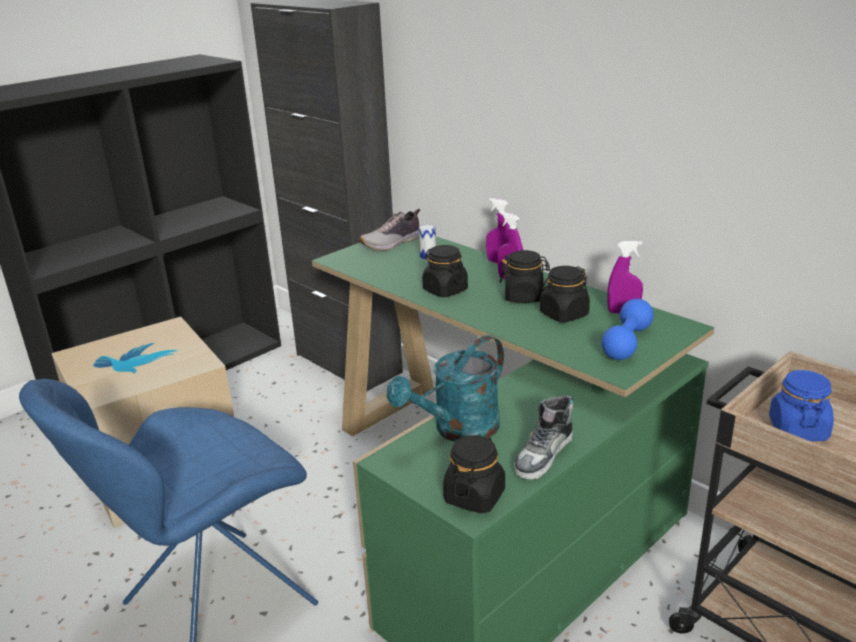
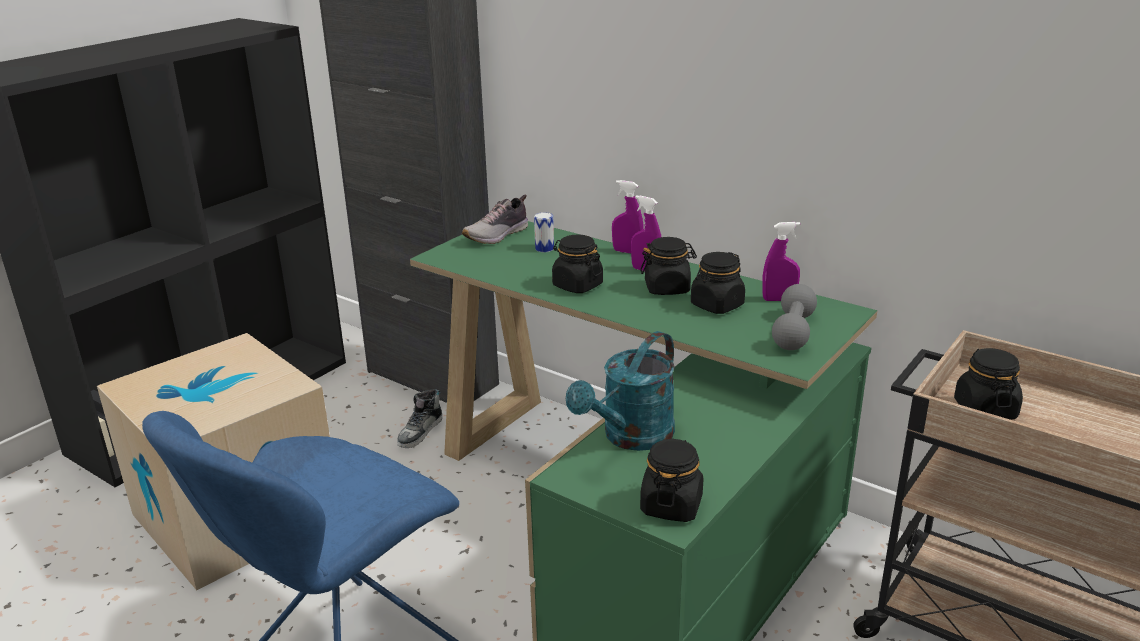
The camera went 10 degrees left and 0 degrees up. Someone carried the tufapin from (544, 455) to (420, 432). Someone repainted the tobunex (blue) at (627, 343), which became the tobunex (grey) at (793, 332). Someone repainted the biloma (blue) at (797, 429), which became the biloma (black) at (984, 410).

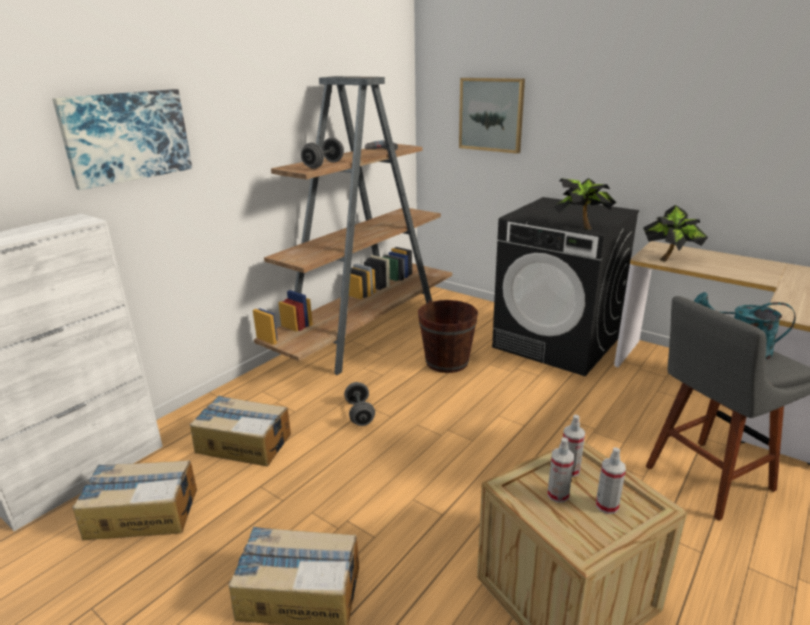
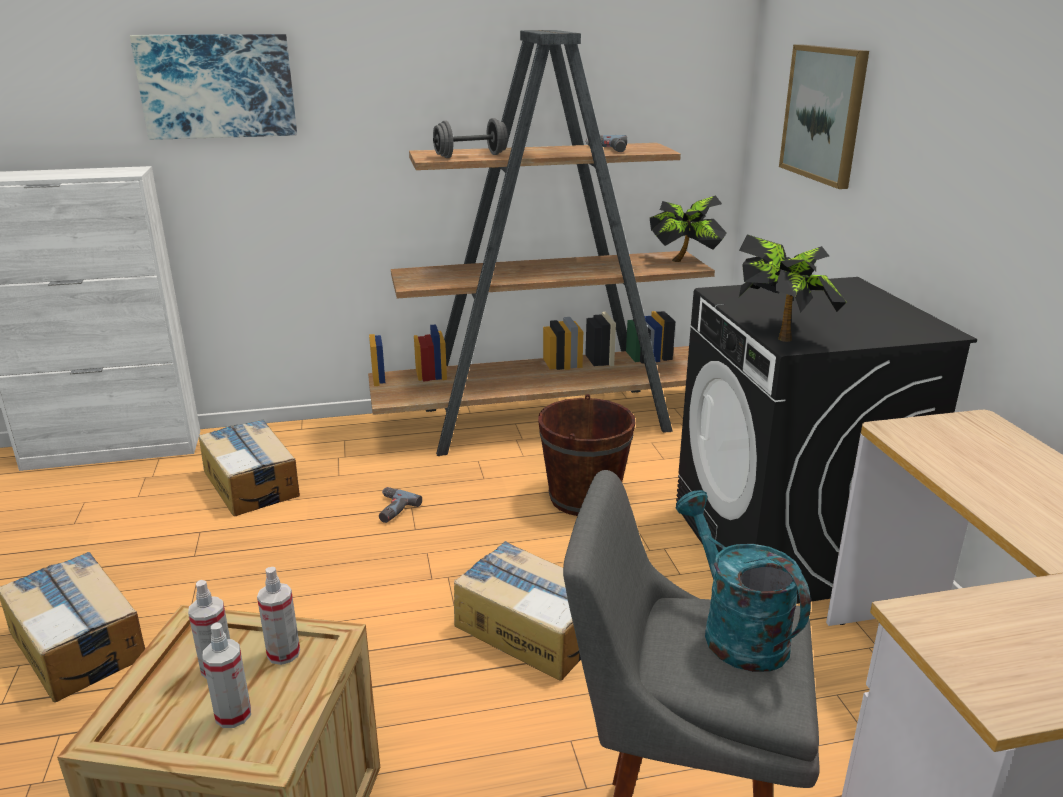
The camera went 40 degrees right and 0 degrees up. Someone swapped the tobunex (grey) at (360, 413) for the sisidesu at (391, 509). Someone carried the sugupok from (142, 512) to (530, 628). Someone carried the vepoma from (669, 259) to (685, 262).

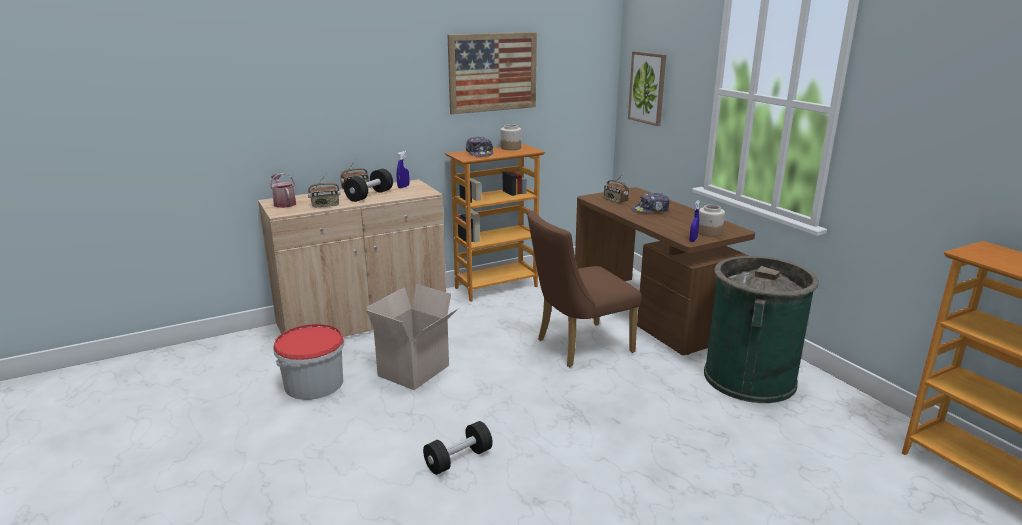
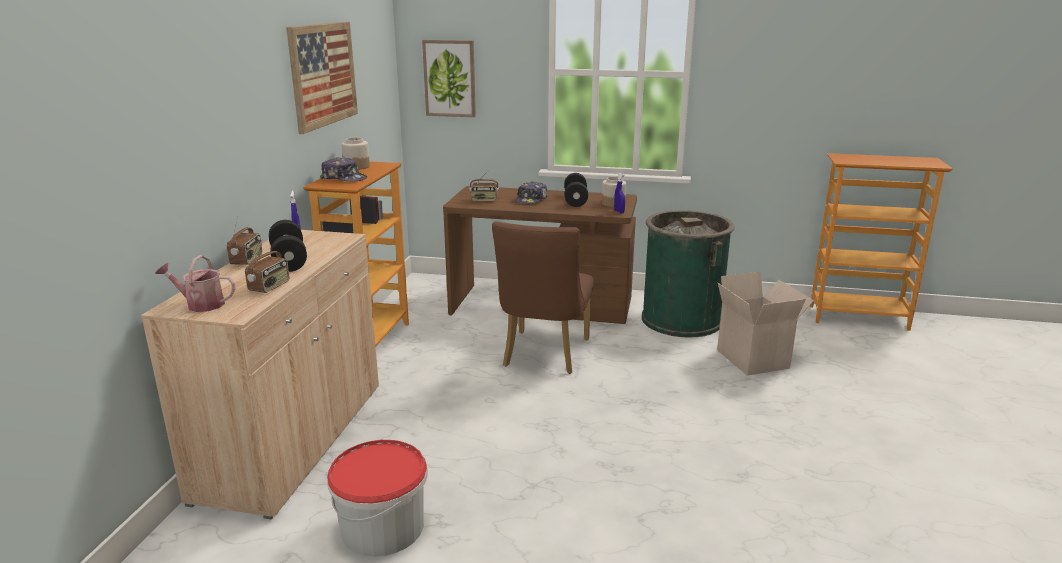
The camera went 50 degrees left and 0 degrees up. Someone carried the tobunex (black) from (458, 459) to (575, 200). Someone carried the sugupok from (414, 372) to (755, 359).

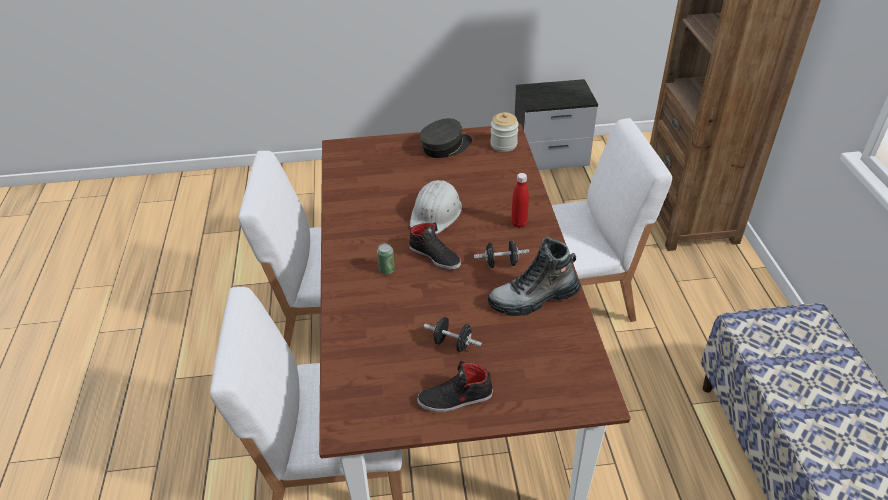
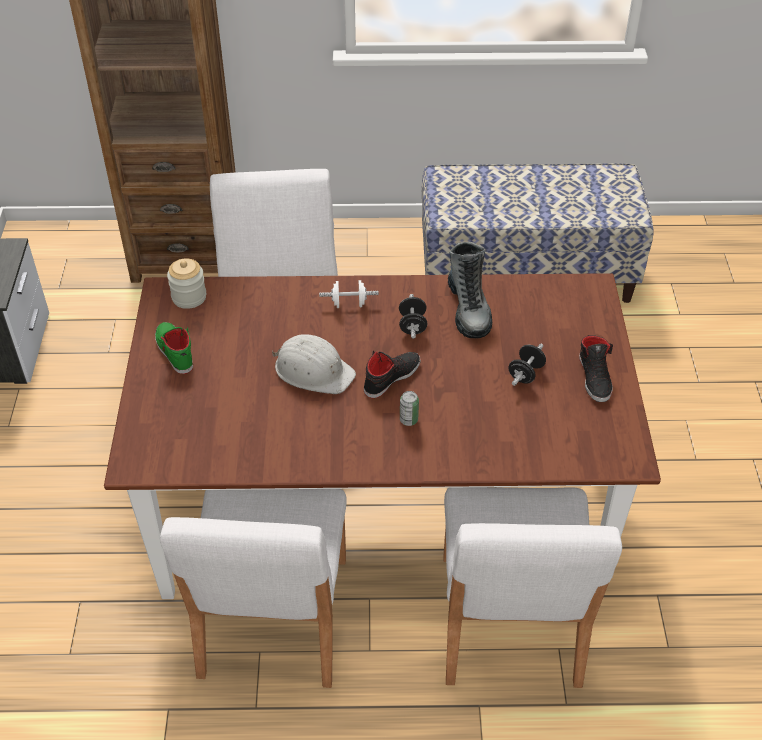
The camera went 85 degrees left and 5 degrees up. Someone swapped the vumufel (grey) at (445, 146) for the tufapin (green) at (174, 351). Someone swapped the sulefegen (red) at (519, 223) for the tobunex (white) at (349, 304).

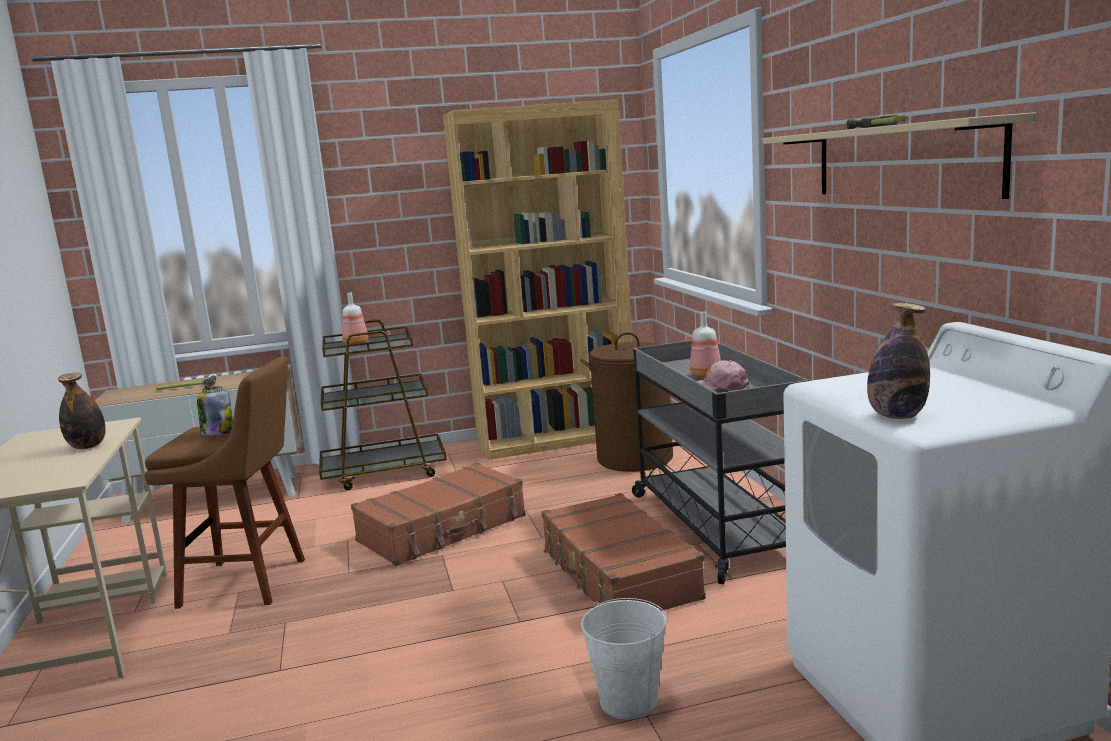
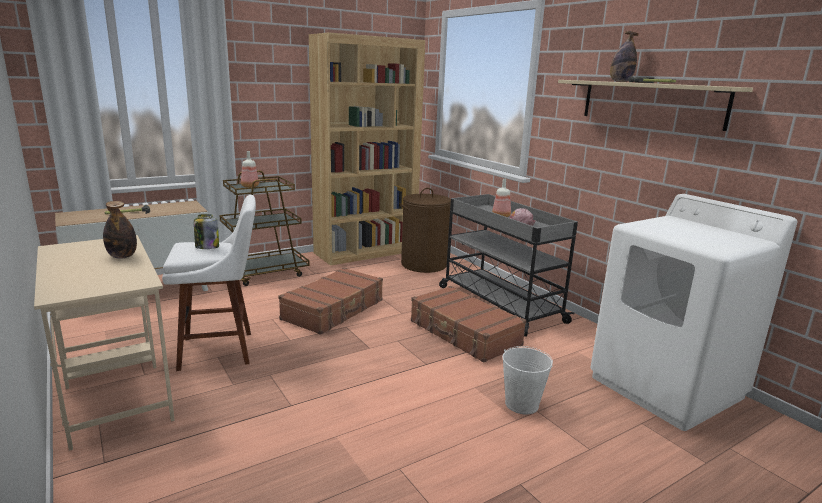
The camera went 20 degrees left and 5 degrees up. Someone repainted the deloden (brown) at (250, 582), which became the deloden (white) at (221, 350). Someone carried the sulefegen from (896, 416) to (620, 81).

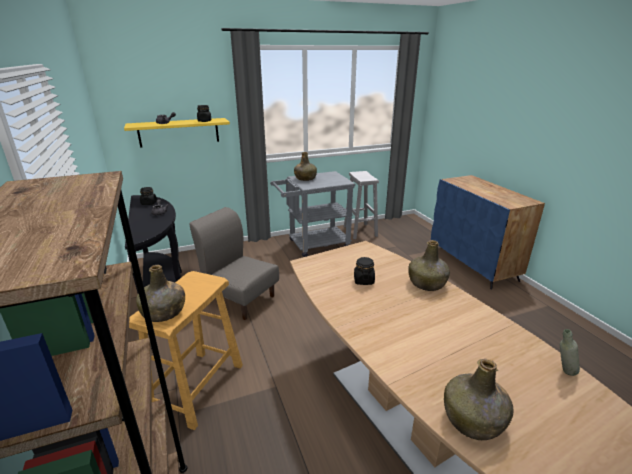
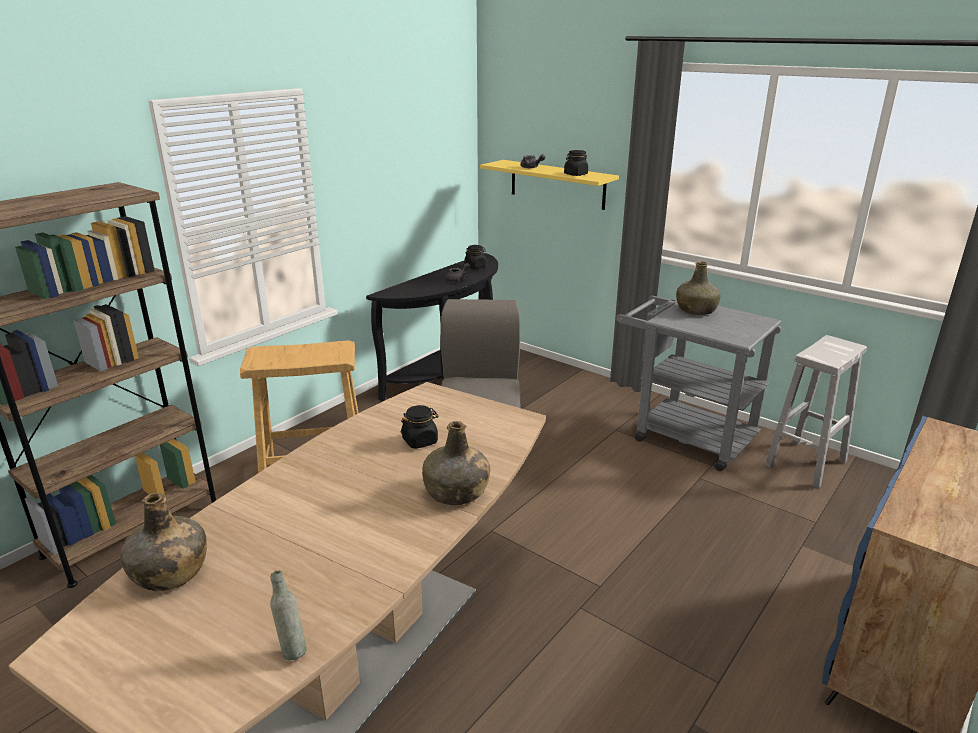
The camera went 60 degrees right and 0 degrees up. Someone took away the sulefegen (green) at (164, 312).

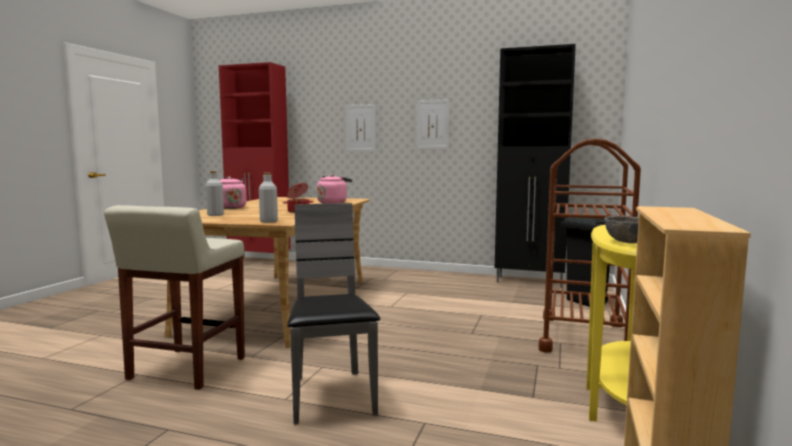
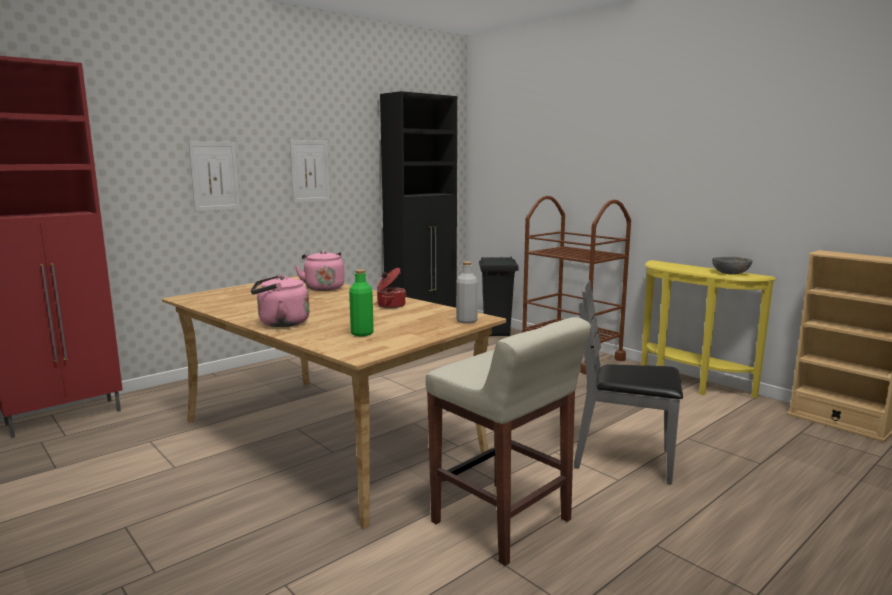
The camera went 60 degrees left and 5 degrees up. Someone repainted the sulefegen (grey) at (215, 215), which became the sulefegen (green) at (362, 333).

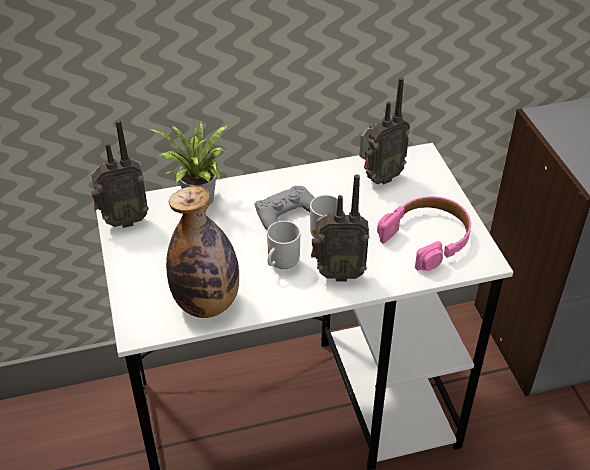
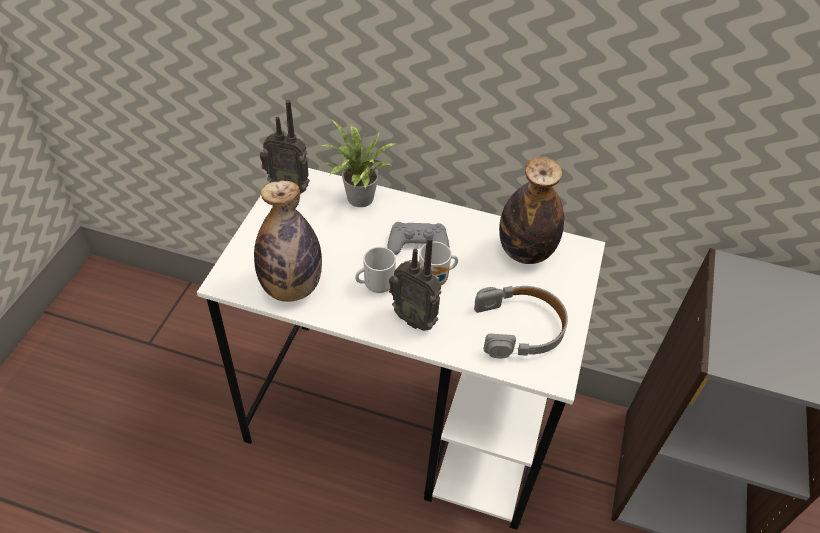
The camera went 30 degrees right and 5 degrees up. Someone repainted the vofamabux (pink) at (427, 238), which became the vofamabux (grey) at (520, 328). Someone swapped the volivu at (379, 178) for the sulefegen at (525, 252).

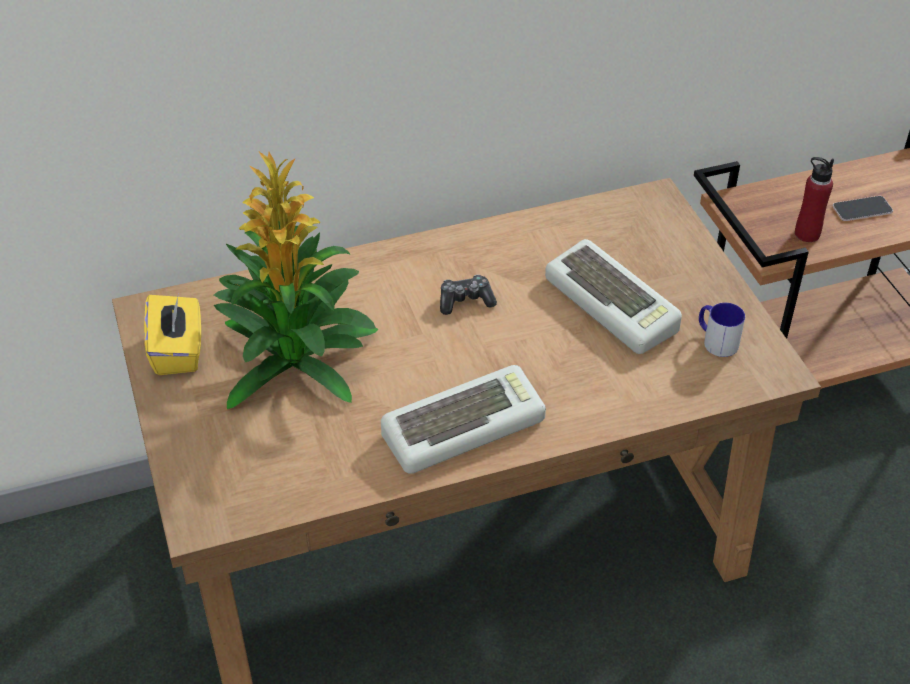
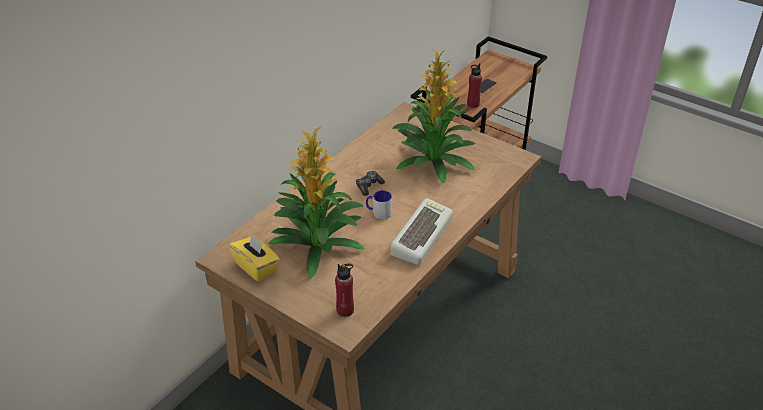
The camera went 35 degrees left and 5 degrees down. Someone put down the sulefegen (red) at (345, 310). Someone carried the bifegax from (715, 340) to (378, 212). Someone swapped the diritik at (614, 304) for the vepoma at (433, 160).

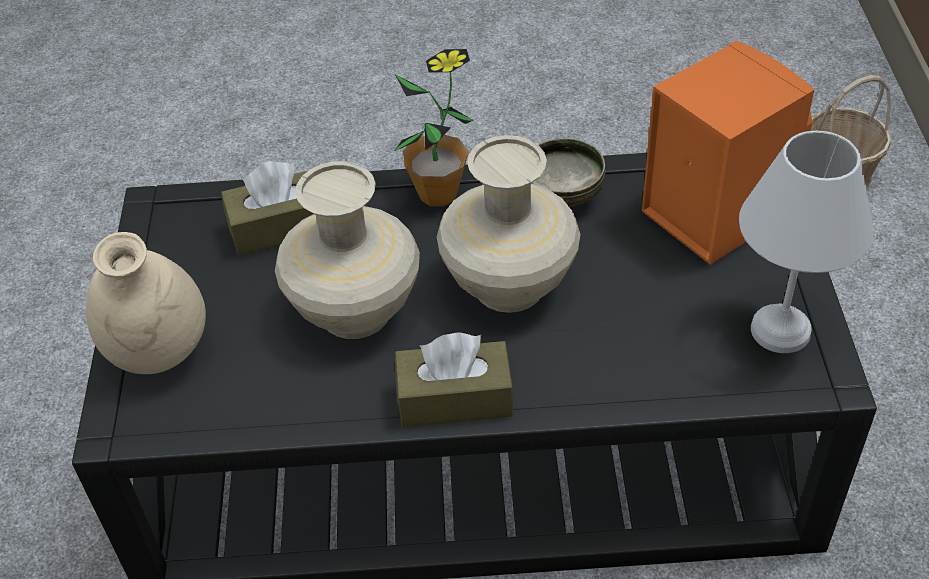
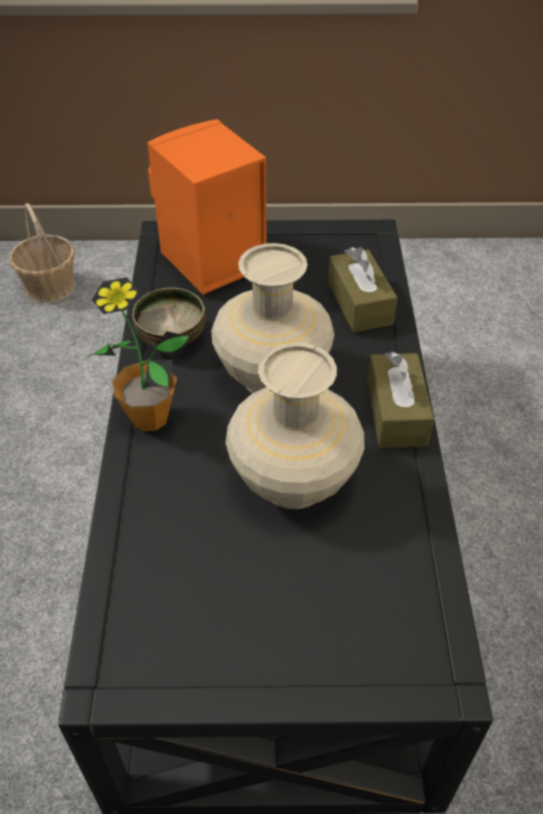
The camera went 90 degrees left and 0 degrees up. Someone carried the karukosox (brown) from (280, 227) to (359, 303). Someone took away the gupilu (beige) at (159, 353). Someone took away the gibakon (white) at (777, 330).

